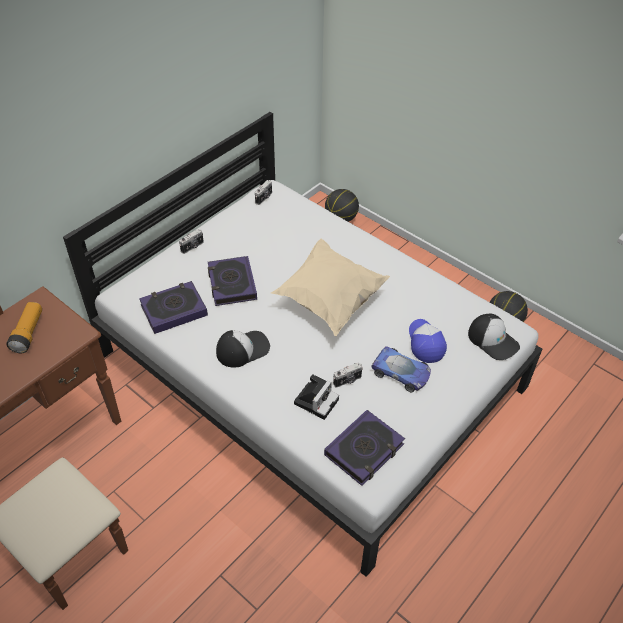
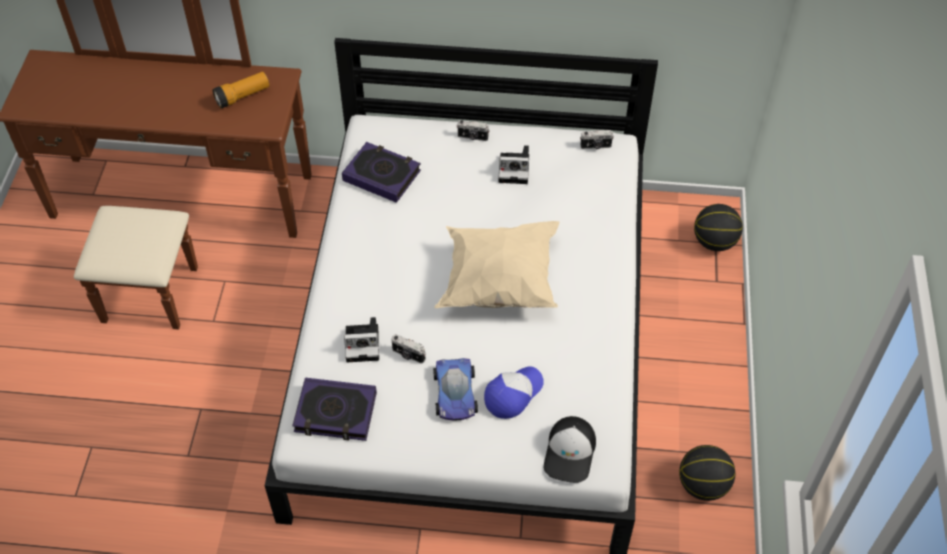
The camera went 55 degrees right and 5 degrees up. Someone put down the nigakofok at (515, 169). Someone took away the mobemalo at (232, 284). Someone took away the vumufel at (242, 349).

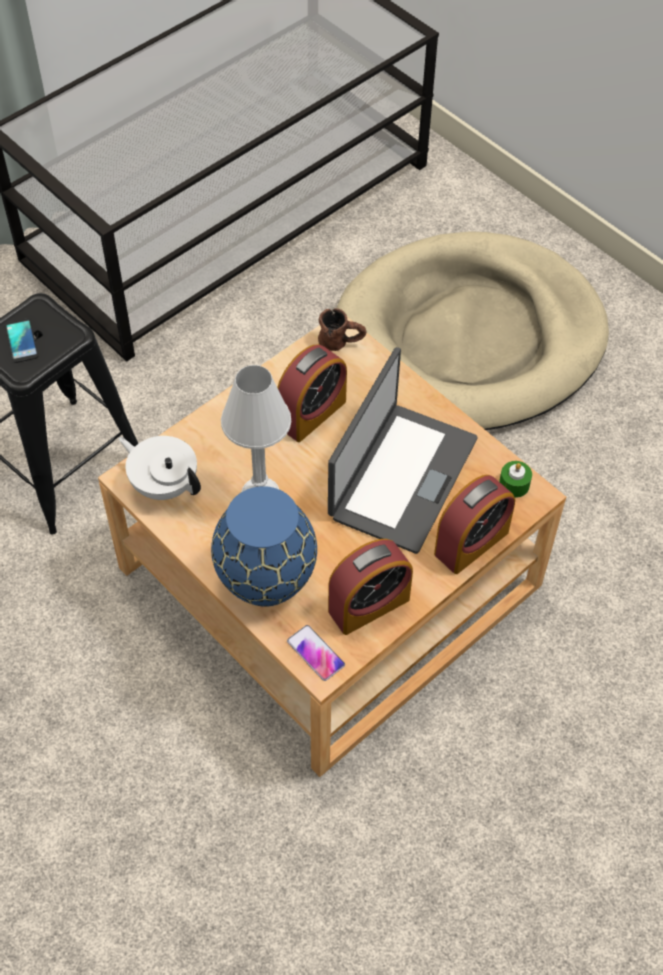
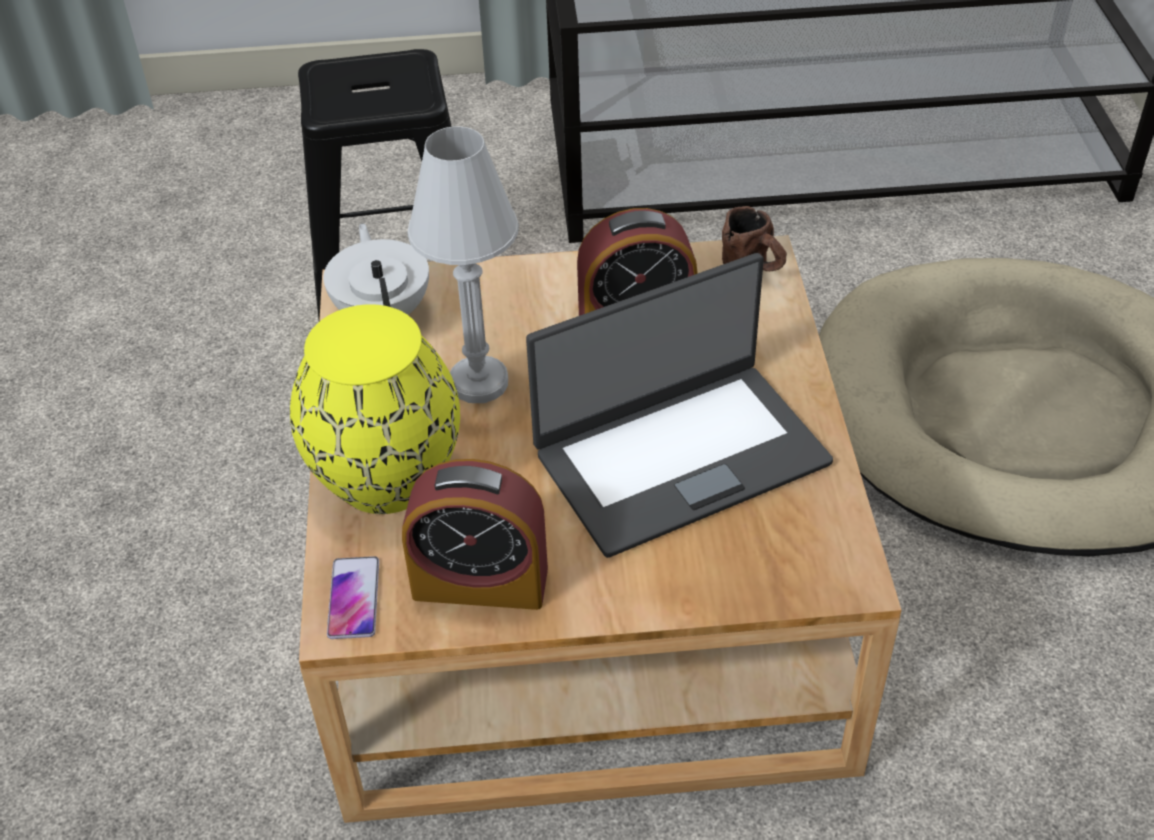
The camera went 40 degrees right and 10 degrees down. Someone repainted the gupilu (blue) at (265, 578), which became the gupilu (yellow) at (387, 475). Someone took away the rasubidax at (22, 341). Someone took away the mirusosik at (471, 543). Someone took away the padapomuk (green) at (514, 484).

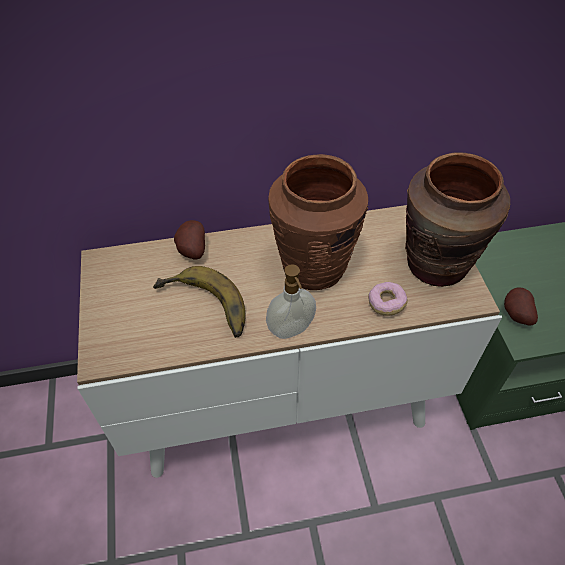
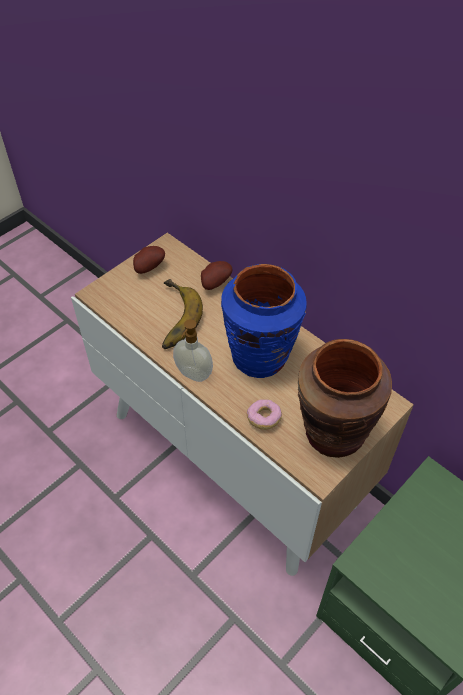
The camera went 55 degrees right and 0 degrees up. Someone carried the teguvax from (515, 315) to (148, 267). Someone repainted the gupilu (brown) at (313, 267), which became the gupilu (blue) at (260, 357).

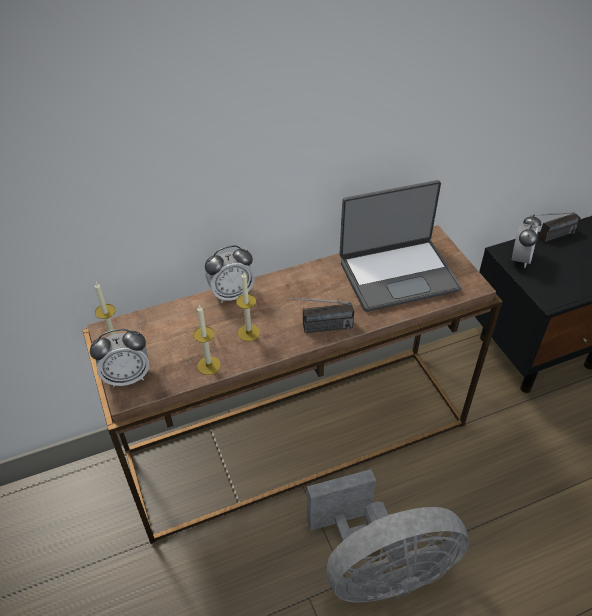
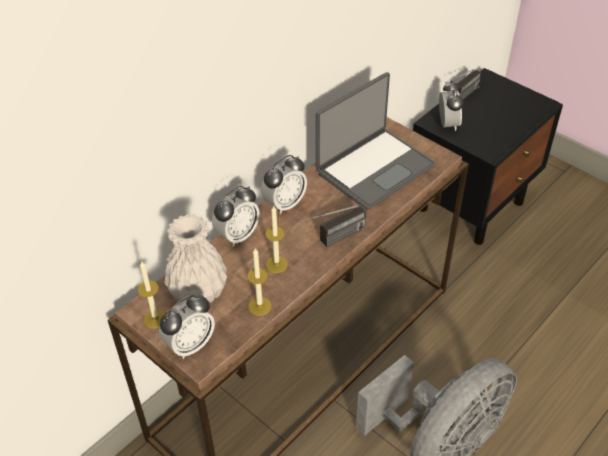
The camera went 25 degrees left and 0 degrees up. Someone put down the gupilu (white) at (197, 291). Someone put down the mirusosik at (284, 204).

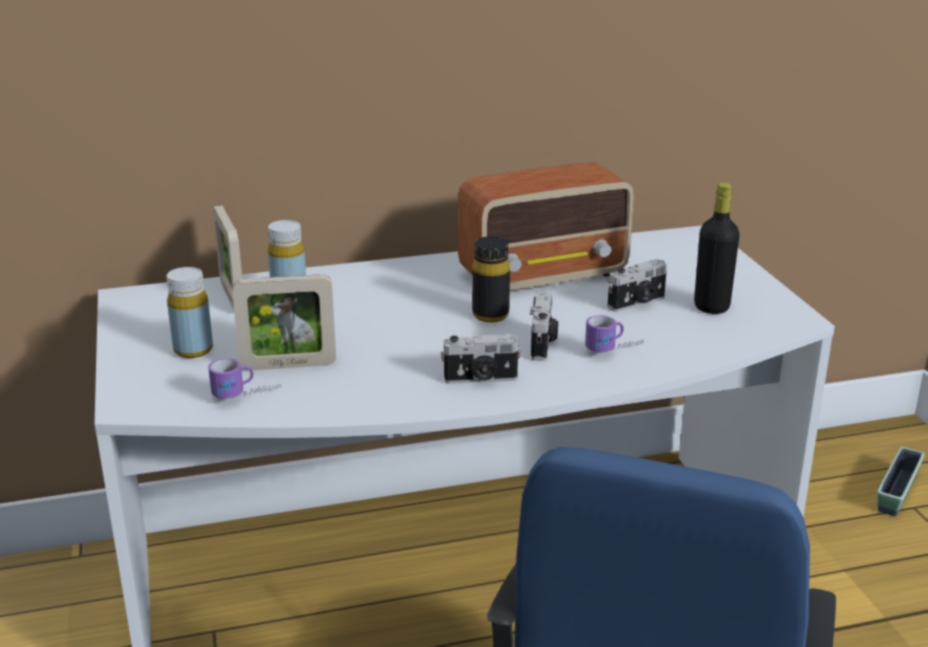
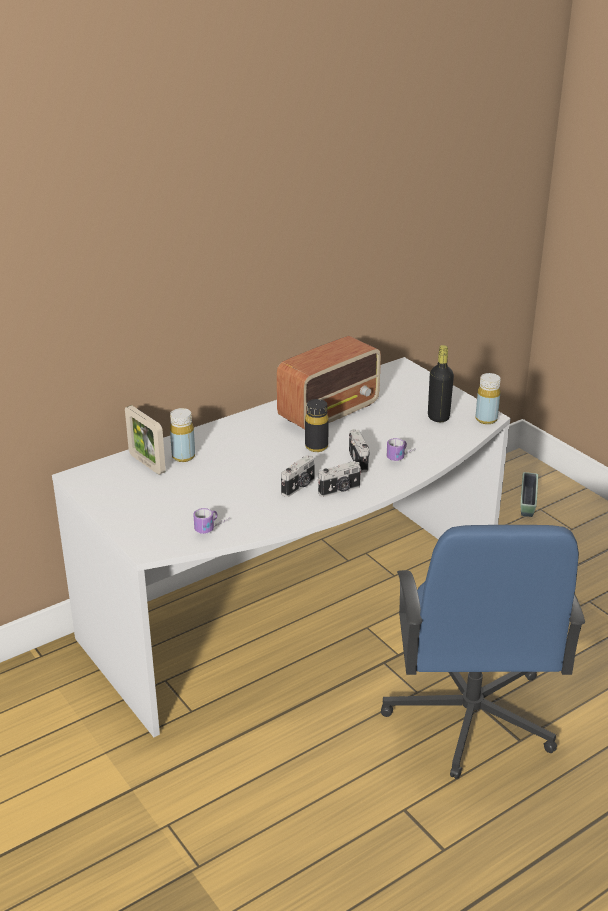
The camera went 20 degrees left and 5 degrees up. Someone carried the nigakofok from (637, 303) to (299, 487). Someone carried the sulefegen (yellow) from (193, 350) to (486, 419). Someone took away the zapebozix at (288, 365).

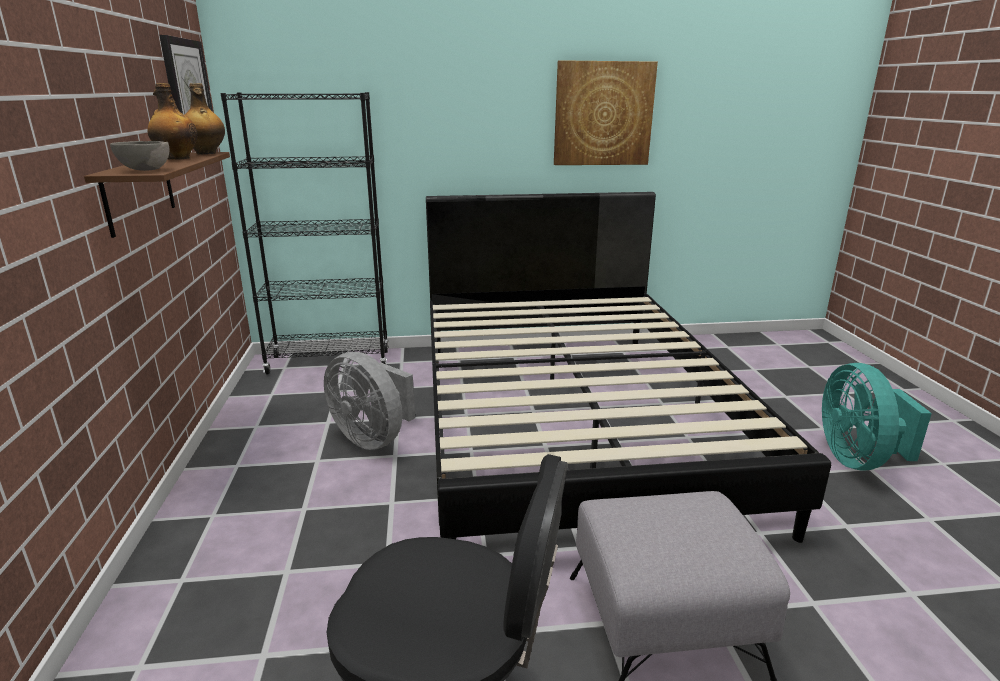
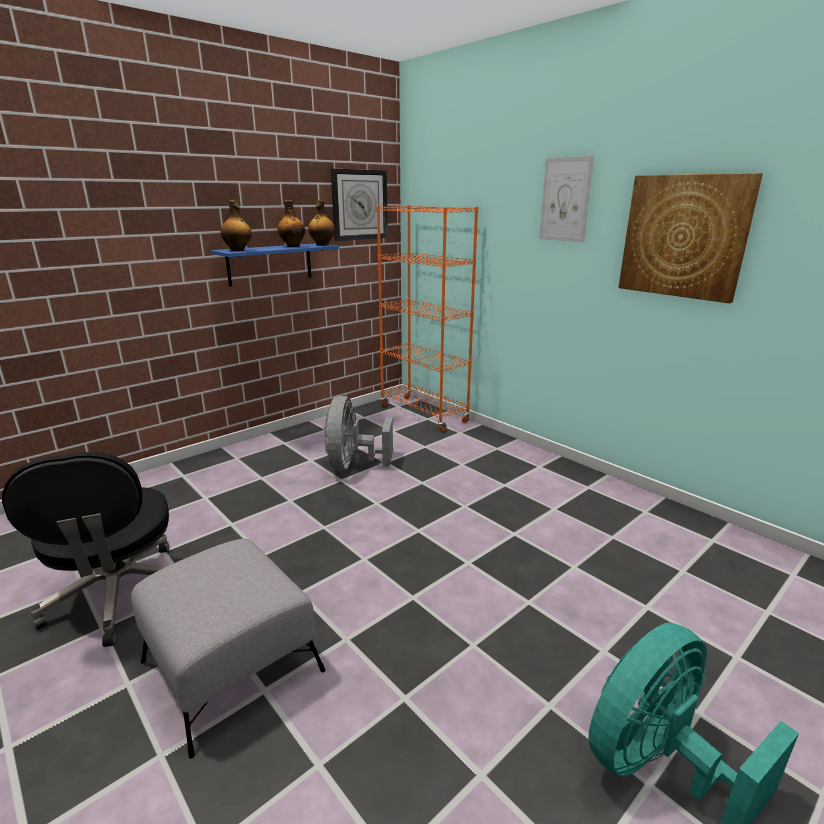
The camera went 55 degrees right and 0 degrees up. Someone repainted the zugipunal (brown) at (139, 192), which became the zugipunal (blue) at (270, 264). Someone swapped the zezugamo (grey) at (146, 170) for the sulefegen at (238, 250). Someone repainted the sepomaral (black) at (329, 362), which became the sepomaral (orange) at (423, 414). Someone put up the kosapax at (565, 200). Someone took away the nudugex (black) at (572, 420).

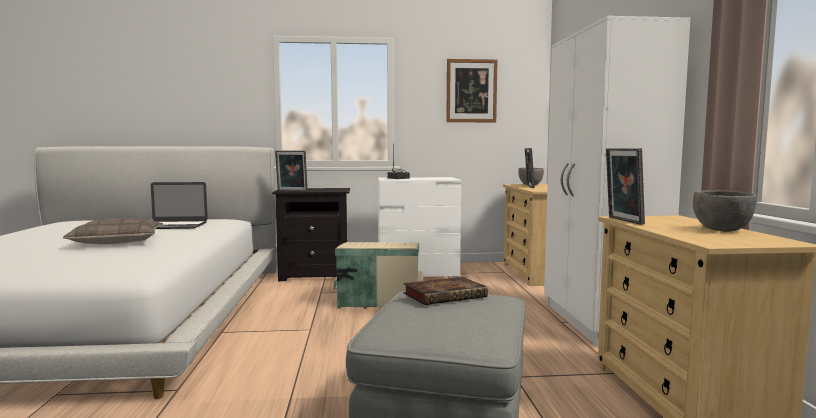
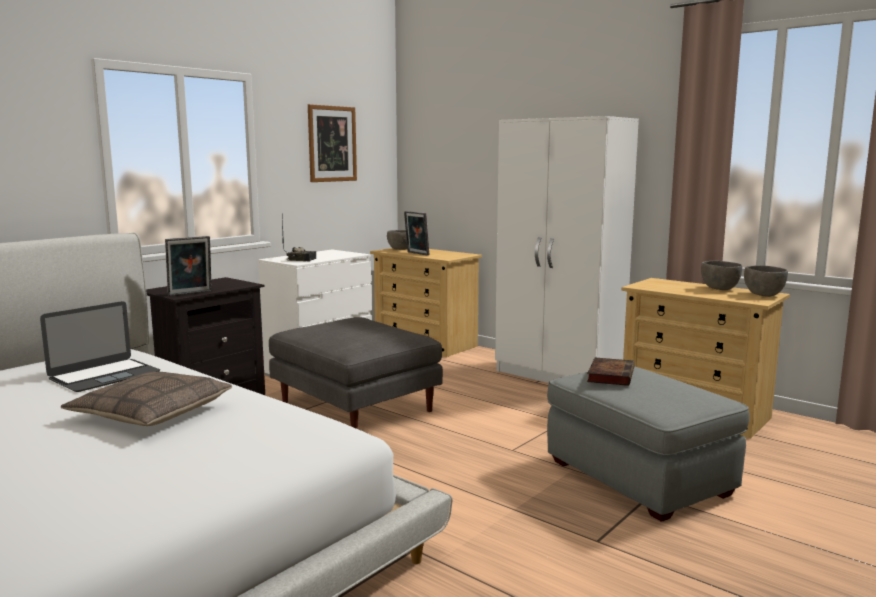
The camera went 45 degrees left and 5 degrees up. Someone swapped the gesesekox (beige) at (379, 298) for the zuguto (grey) at (354, 406). Someone put down the zezugamo (grey) at (763, 295). Someone took away the zapebozix at (622, 220).

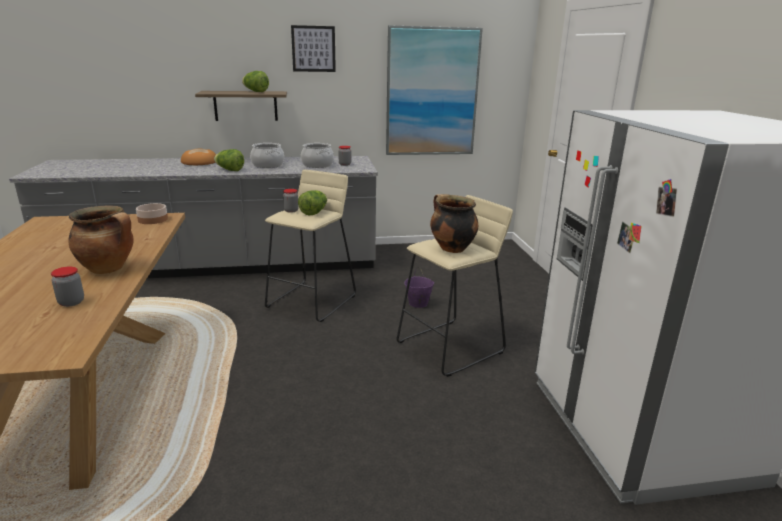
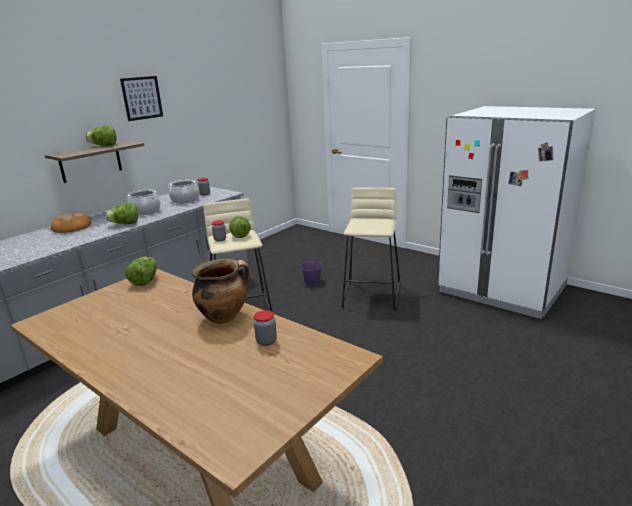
The camera went 40 degrees left and 0 degrees up. Someone swapped the zezugamo at (152, 219) for the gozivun at (145, 281). Someone took away the kosapax at (432, 92). Someone took away the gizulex at (451, 248).

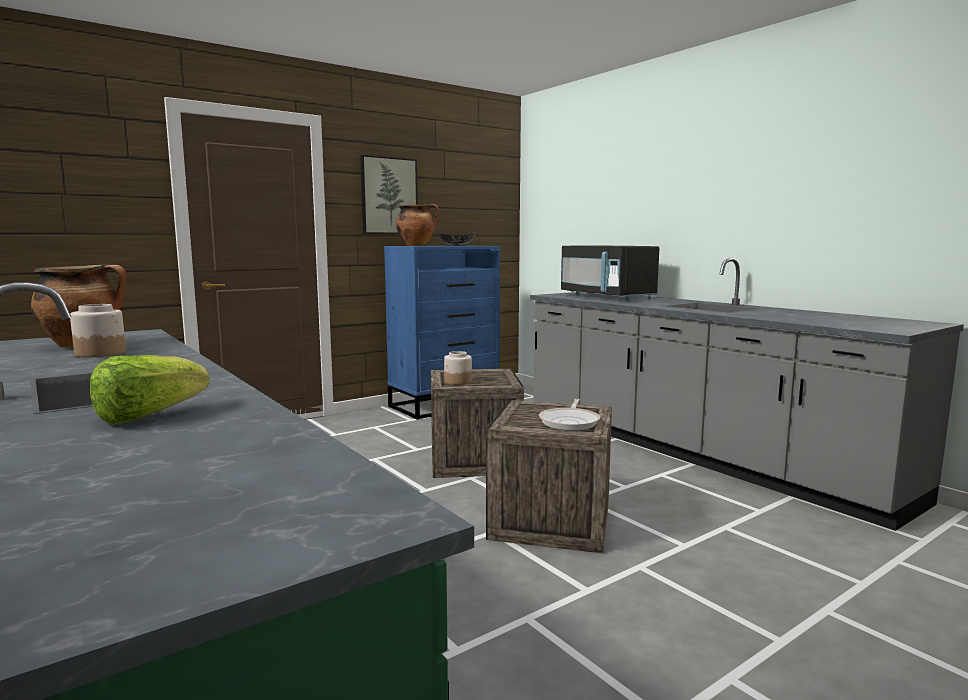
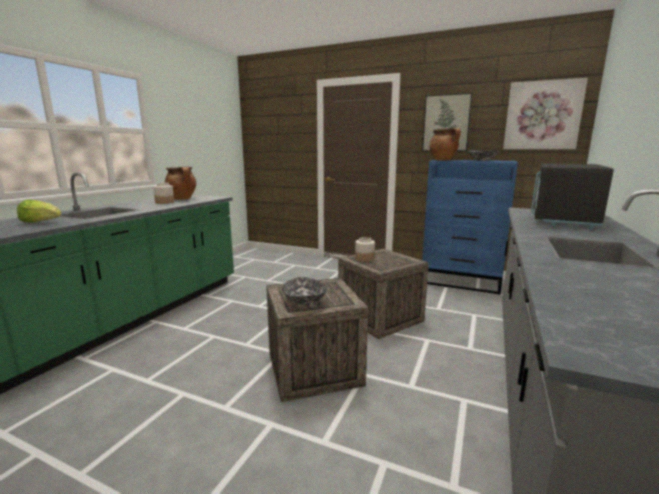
The camera went 60 degrees right and 5 degrees up. Someone swapped the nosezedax at (570, 422) for the zezugamo at (305, 302). Someone put up the kosapax at (542, 115).

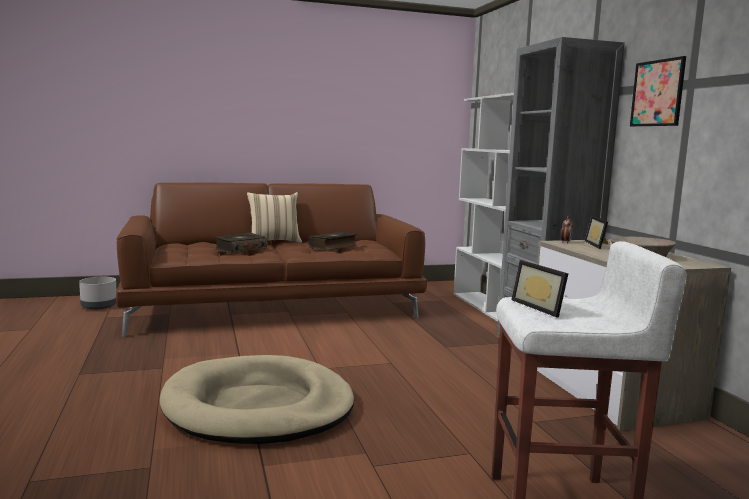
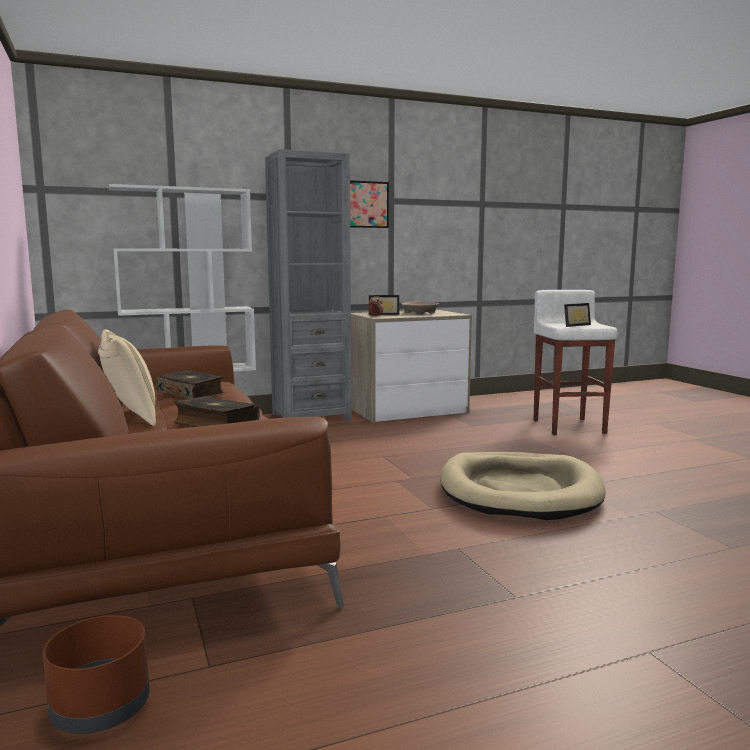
The camera went 95 degrees left and 0 degrees up. Someone repainted the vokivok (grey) at (99, 306), which became the vokivok (brown) at (101, 708).

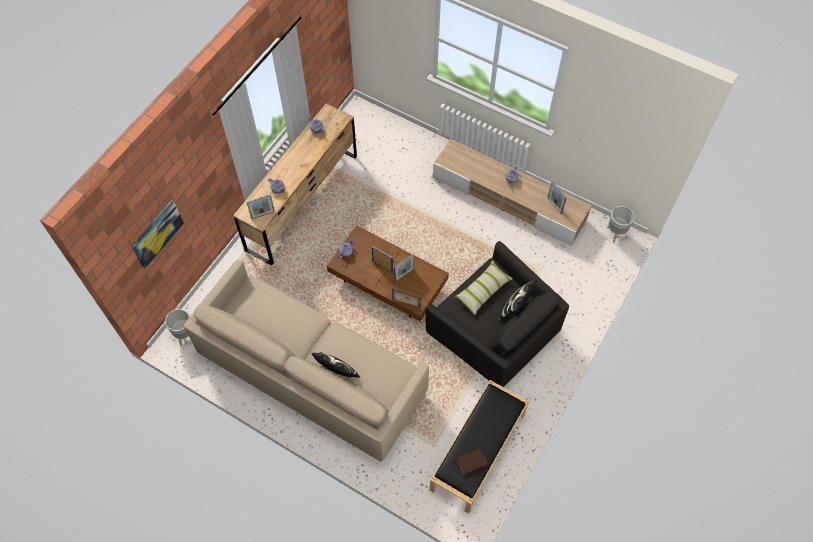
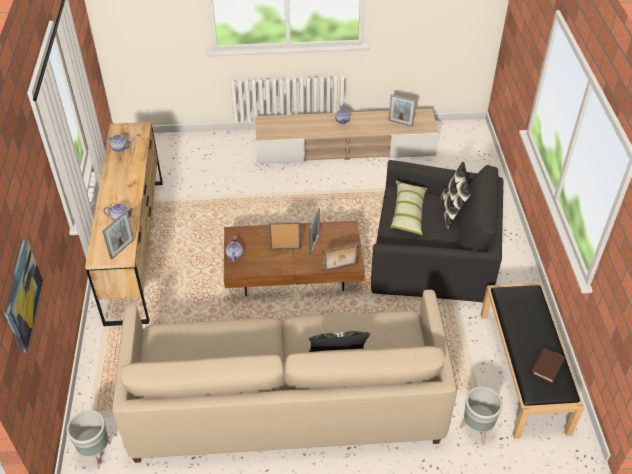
The camera went 35 degrees left and 15 degrees down. Someone carried the vokivok (grey) from (615, 234) to (476, 431).

